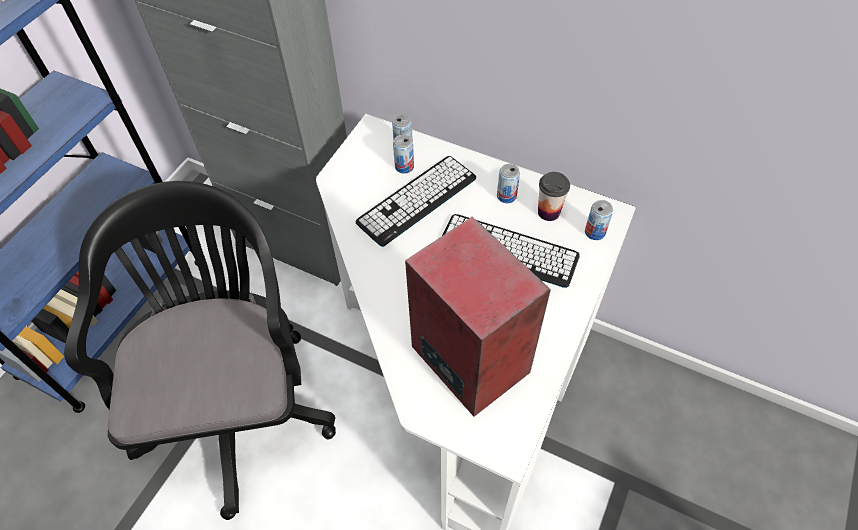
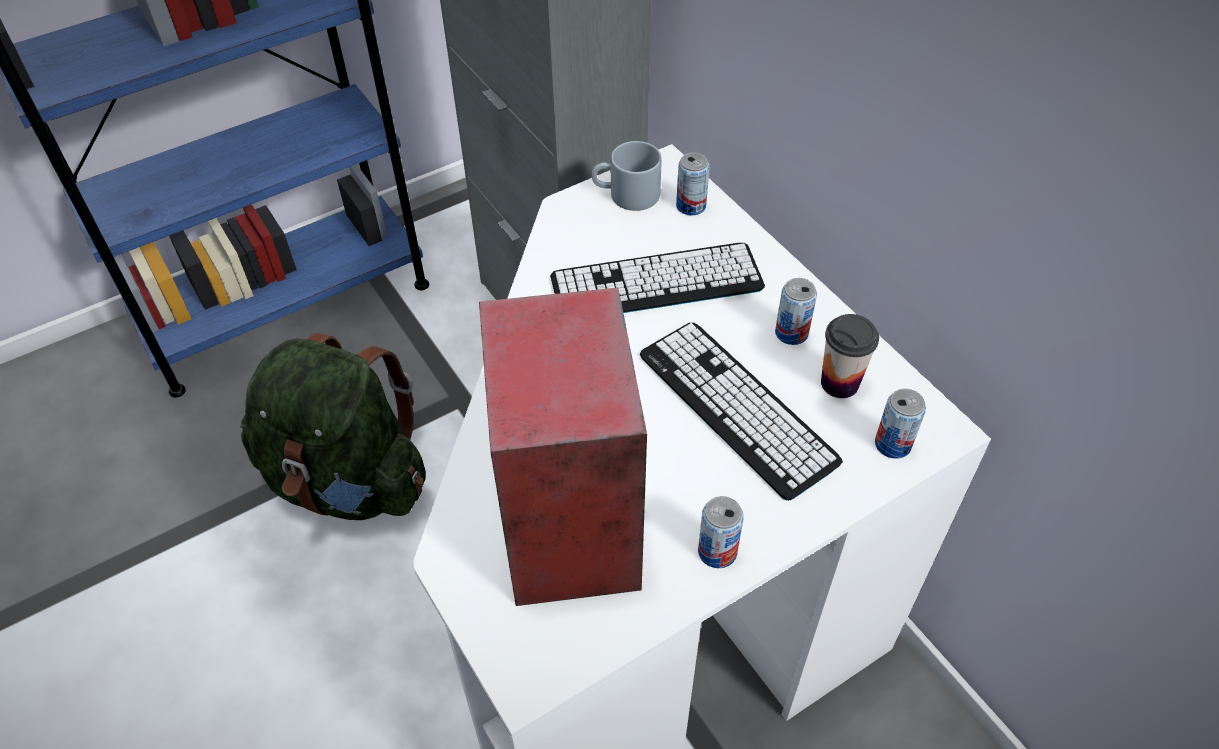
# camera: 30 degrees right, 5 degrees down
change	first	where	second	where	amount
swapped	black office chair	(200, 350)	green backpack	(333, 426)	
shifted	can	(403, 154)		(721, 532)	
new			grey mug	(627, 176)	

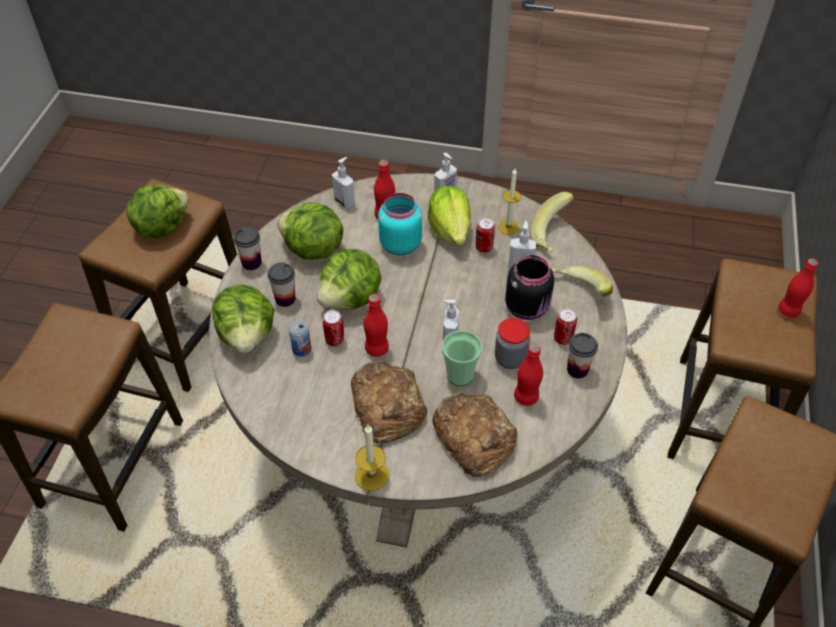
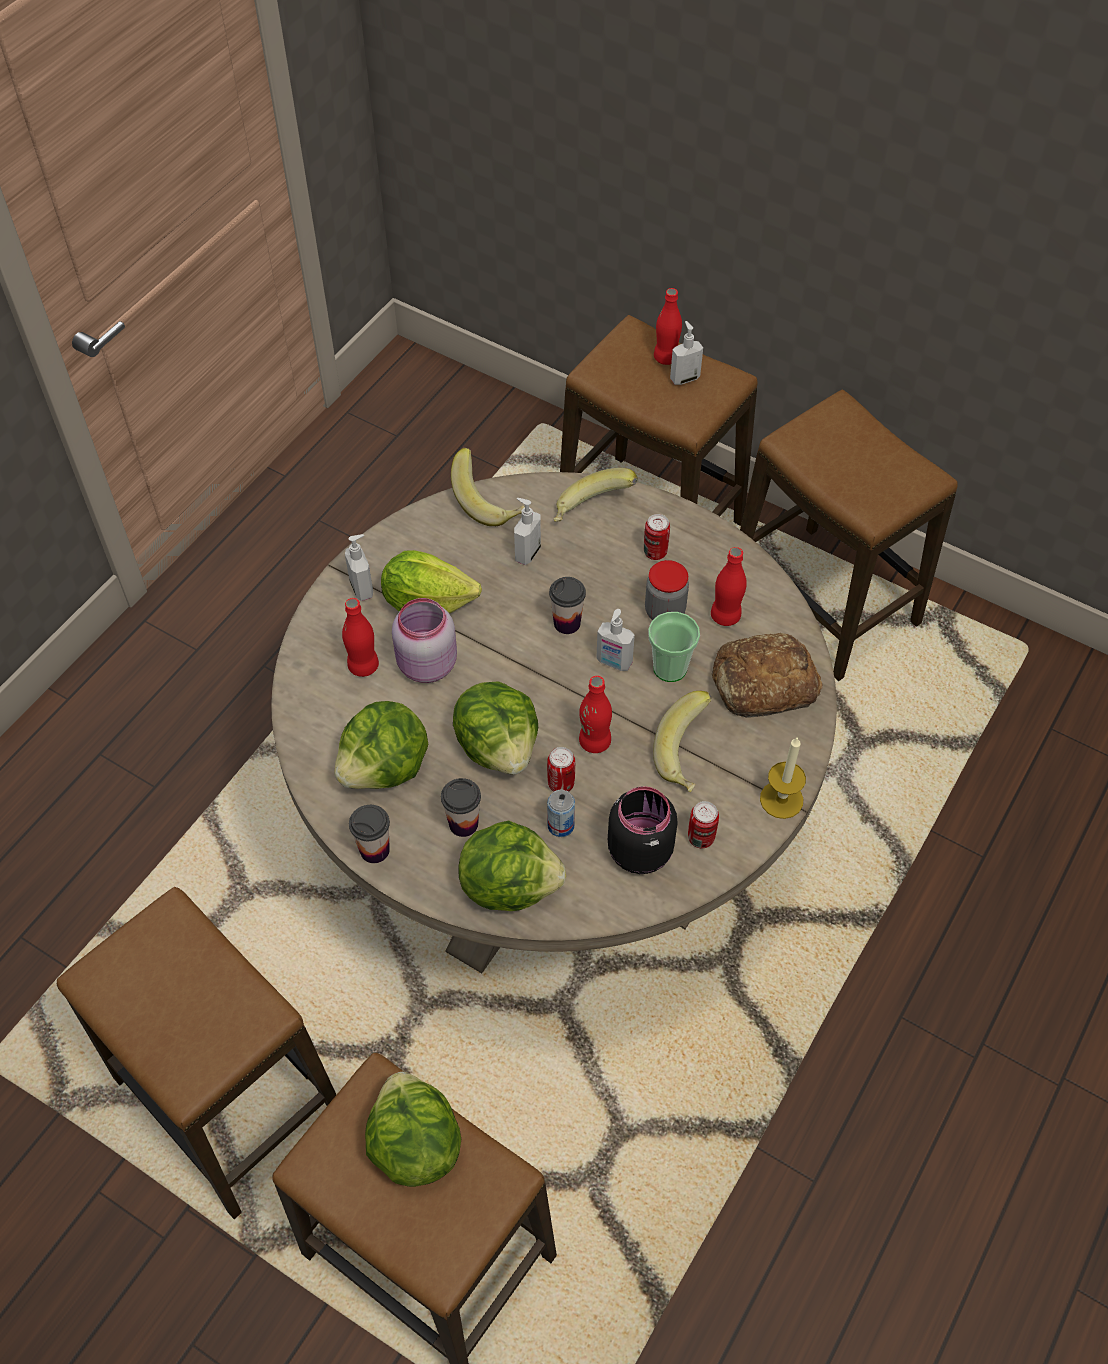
# camera: 70 degrees left, 5 degrees up
change	first	where	second	where	amount
shifted	lettuce	(157, 211)		(413, 1129)	
shifted	soap dispenser	(343, 183)		(686, 353)	
swapped	bread	(389, 402)	banana	(682, 741)	
repainted	turquoise jar	(400, 224)	pink jar	(424, 640)	
shifted	can	(485, 235)		(703, 824)	
gone	candle	(509, 202)			
shifted	black jar	(529, 287)		(643, 830)	
shifted	cup	(582, 355)		(567, 605)	

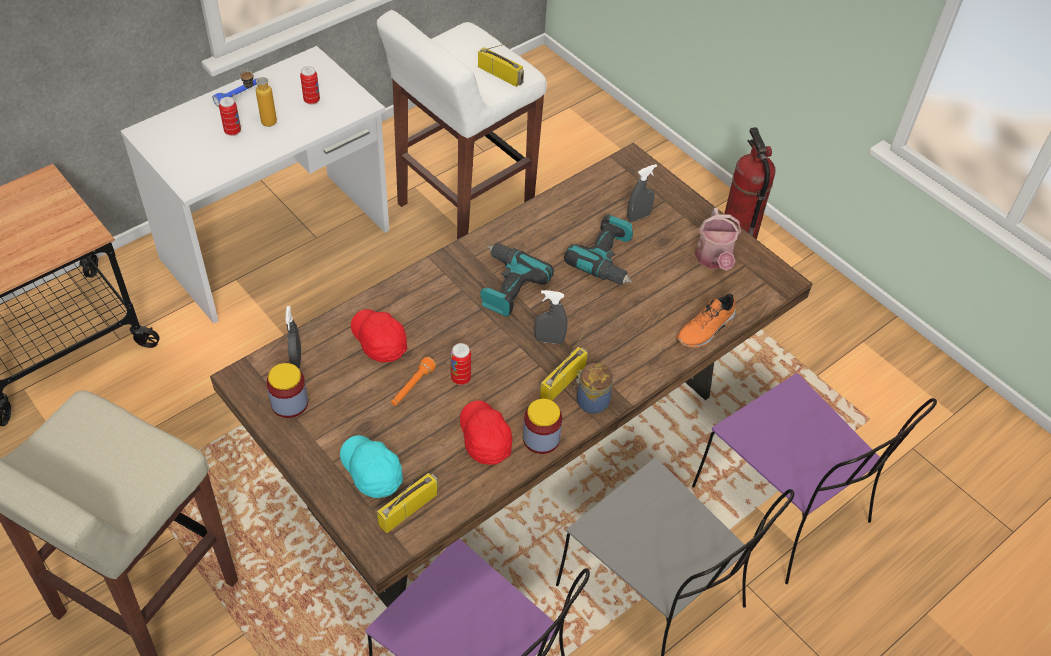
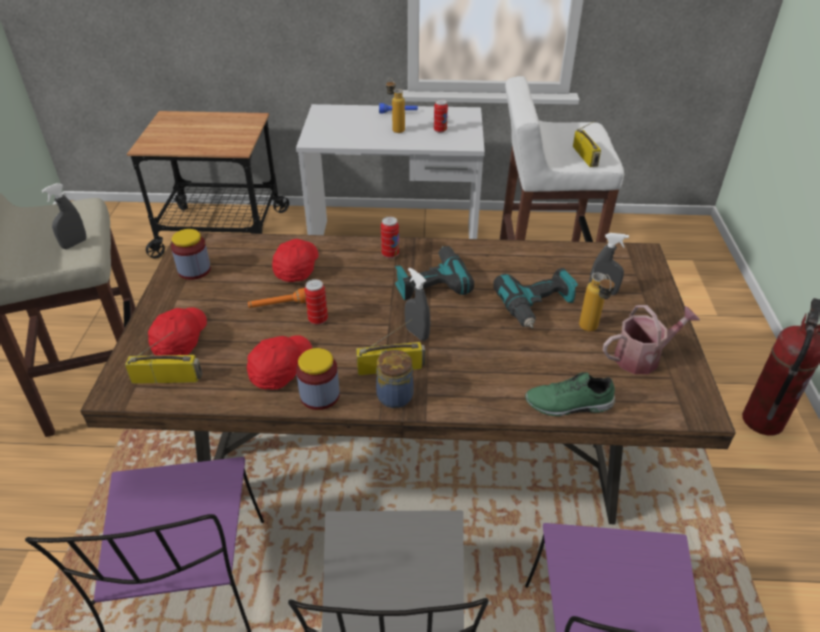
# camera: 45 degrees right, 10 degrees down
change	first	where	second	where	amount
shifted	can	(230, 116)		(390, 237)	
shifted	grey spray bottle	(293, 337)		(63, 216)	
repainted	turquoise cap	(371, 466)	red cap	(177, 331)	
repainted	orange shoe	(706, 321)	green shoe	(570, 394)	
rotated	watering can	(718, 239)		(651, 339)	150 degrees counterclockwise
new			bottle	(597, 302)	

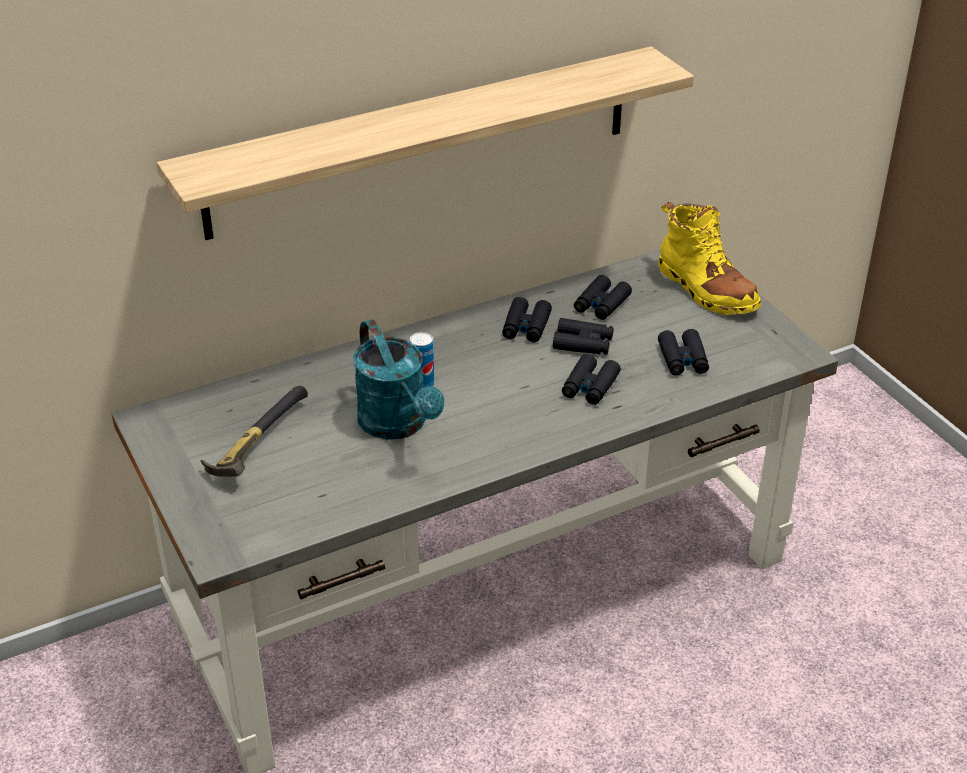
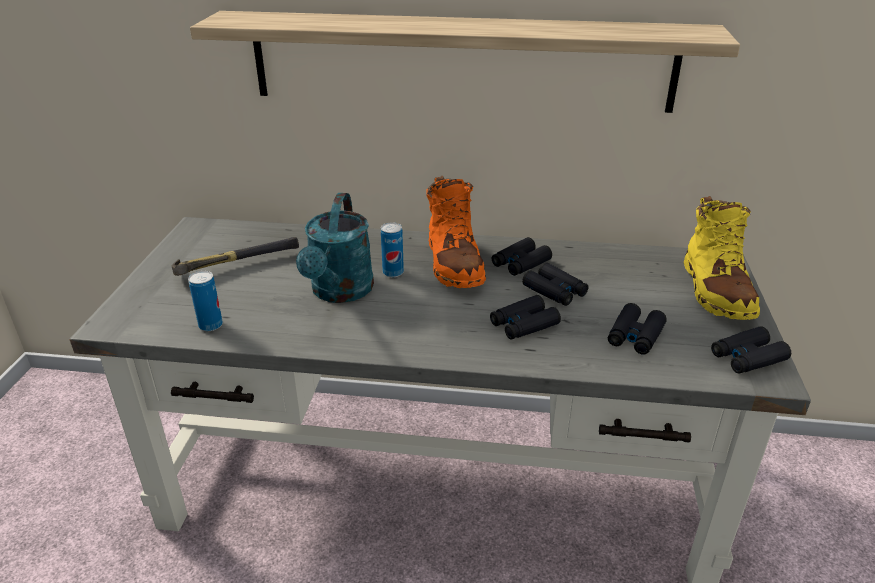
# camera: 35 degrees right, 5 degrees down
change	first	where	second	where	amount
shifted	black binoculars	(603, 297)		(751, 349)	
new			can	(205, 301)	
new			orange boot	(456, 232)	

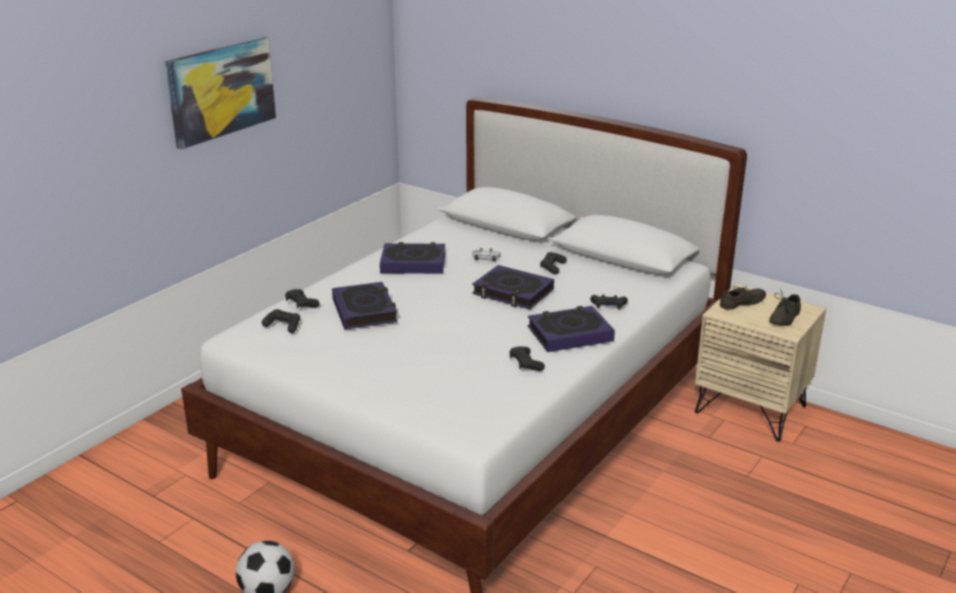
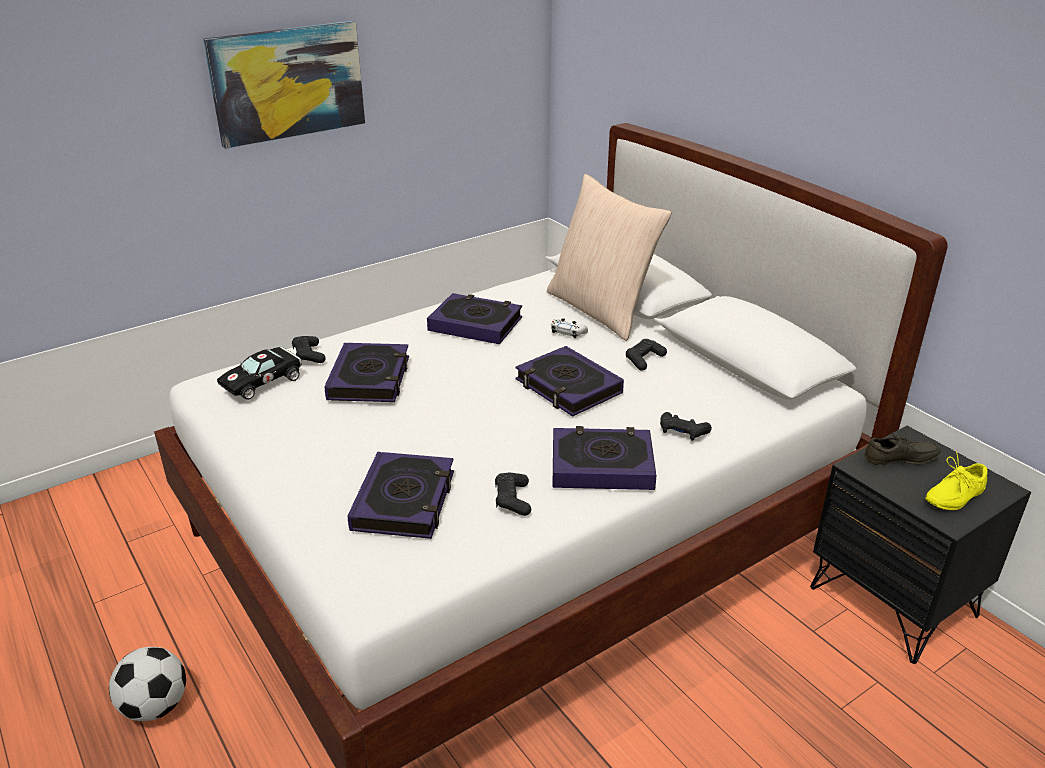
# camera: 20 degrees right, 5 degrees up
change	first	where	second	where	amount
swapped	black game controller	(281, 321)	black toy car	(259, 373)	
repainted	beige nightstand	(760, 362)	black nightstand	(920, 545)	
repainted	grey shoe	(785, 307)	yellow shoe	(956, 481)	
new			book	(401, 495)	
new			beige pillow	(609, 257)	

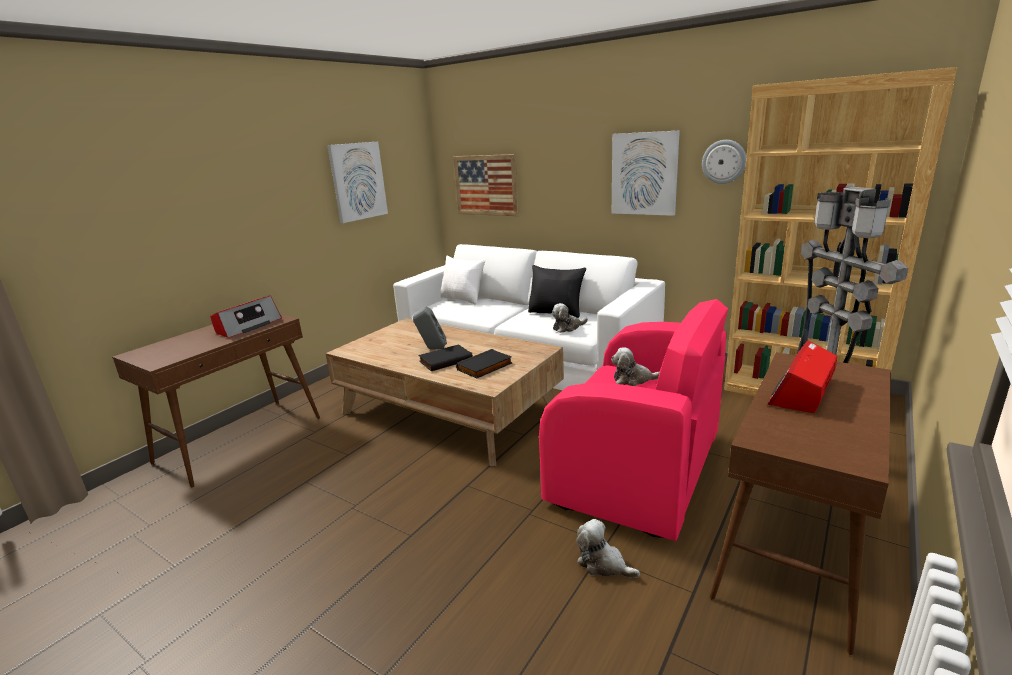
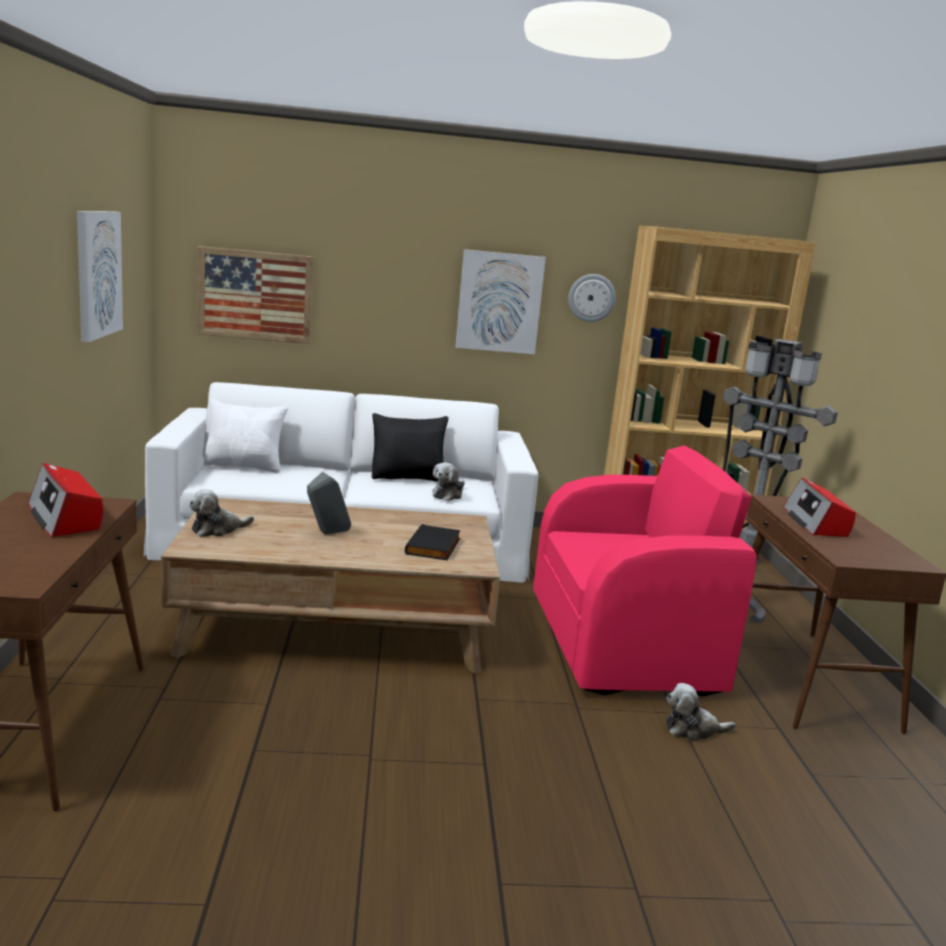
# camera: 40 degrees left, 5 degrees down
change	first	where	second	where	amount
rotated	radio	(246, 316)		(65, 500)	150 degrees clockwise
gone	black book	(445, 357)			
shifted	plush toy	(635, 366)		(221, 513)	

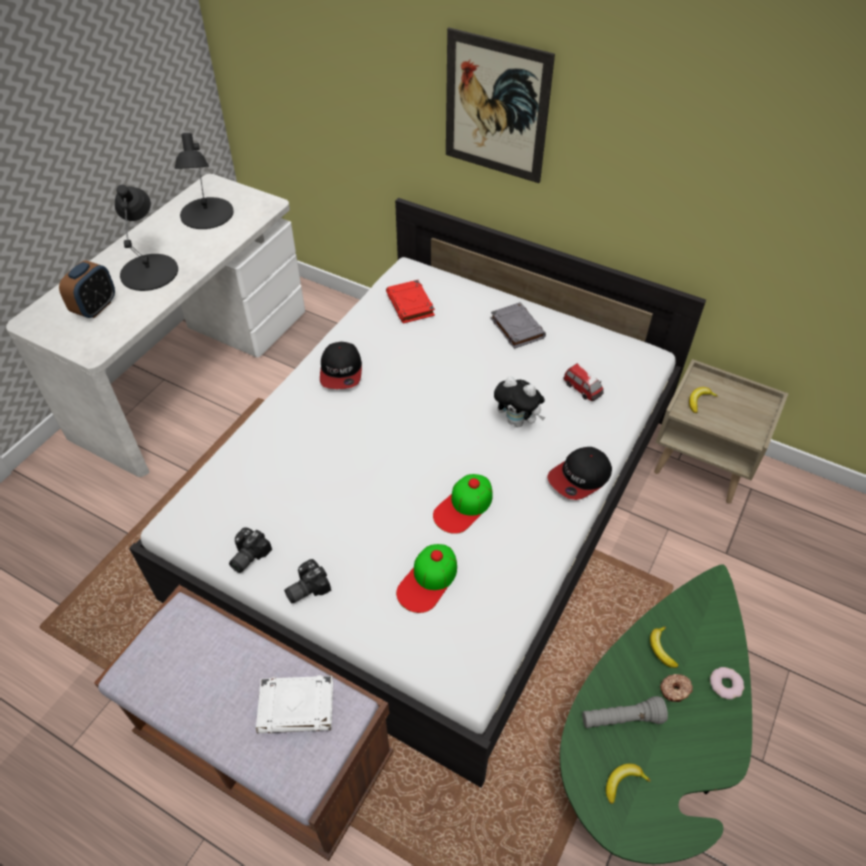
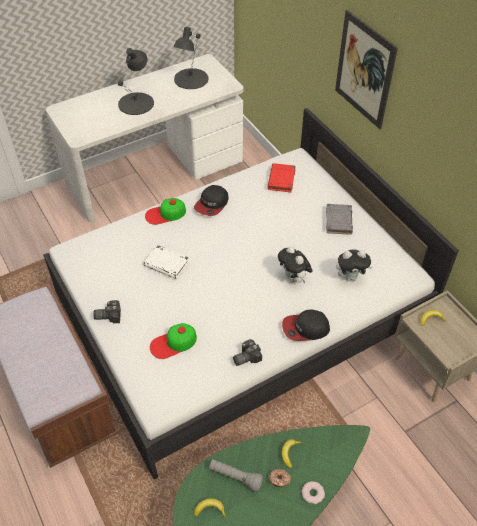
# camera: 30 degrees right, 0 degrees up
change	first	where	second	where	amount
gone	alarm clock	(87, 289)			
shifted	photo camera	(250, 550)		(247, 352)	
shifted	white book	(294, 704)		(167, 262)	
shifted	cap	(463, 504)		(165, 211)	
swapped	toy car	(583, 382)	plush toy	(354, 265)	

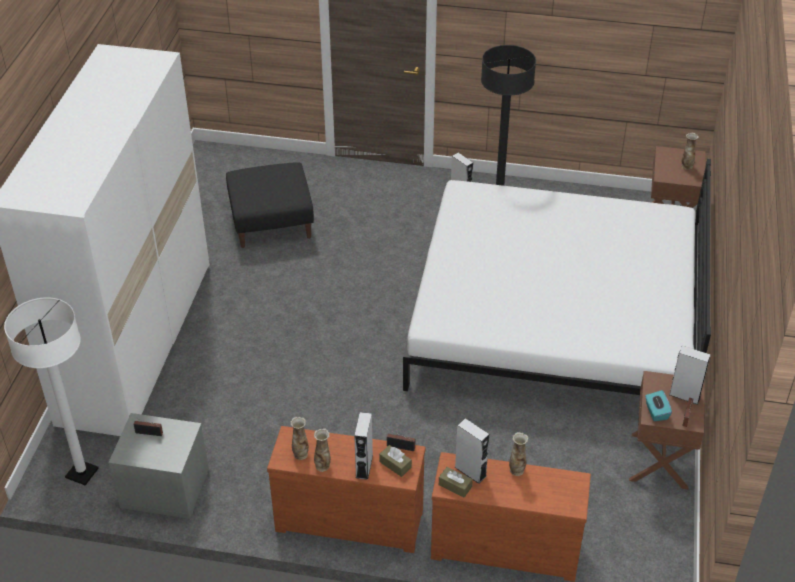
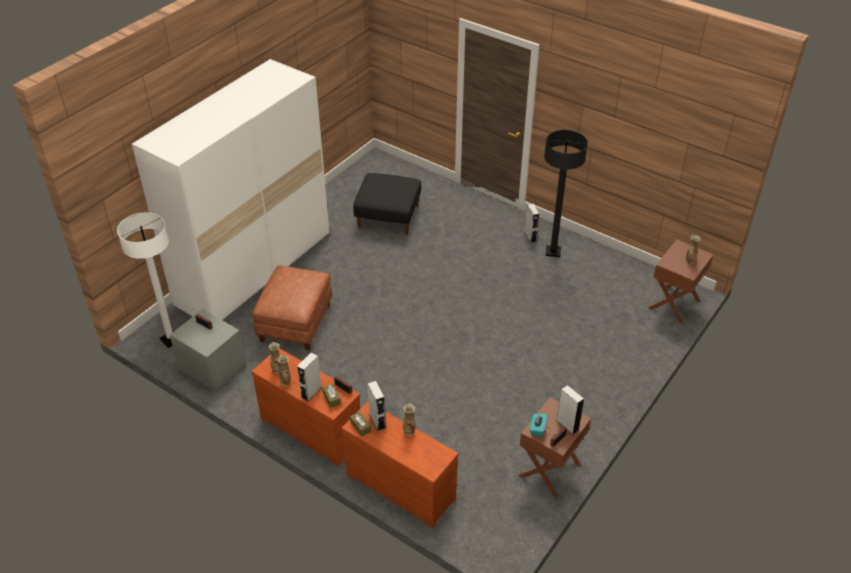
# camera: 25 degrees right, 0 degrees up
change	first	where	second	where	amount
gone	white bed	(557, 277)			
new			brown ottoman	(292, 307)	

